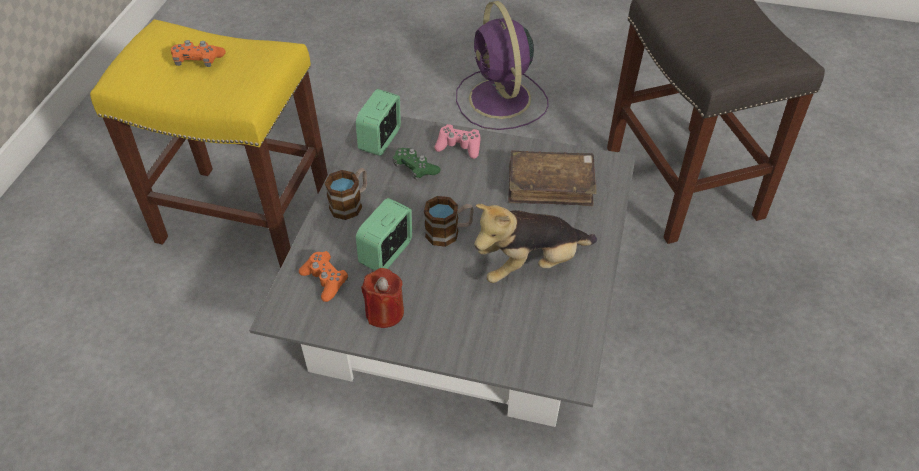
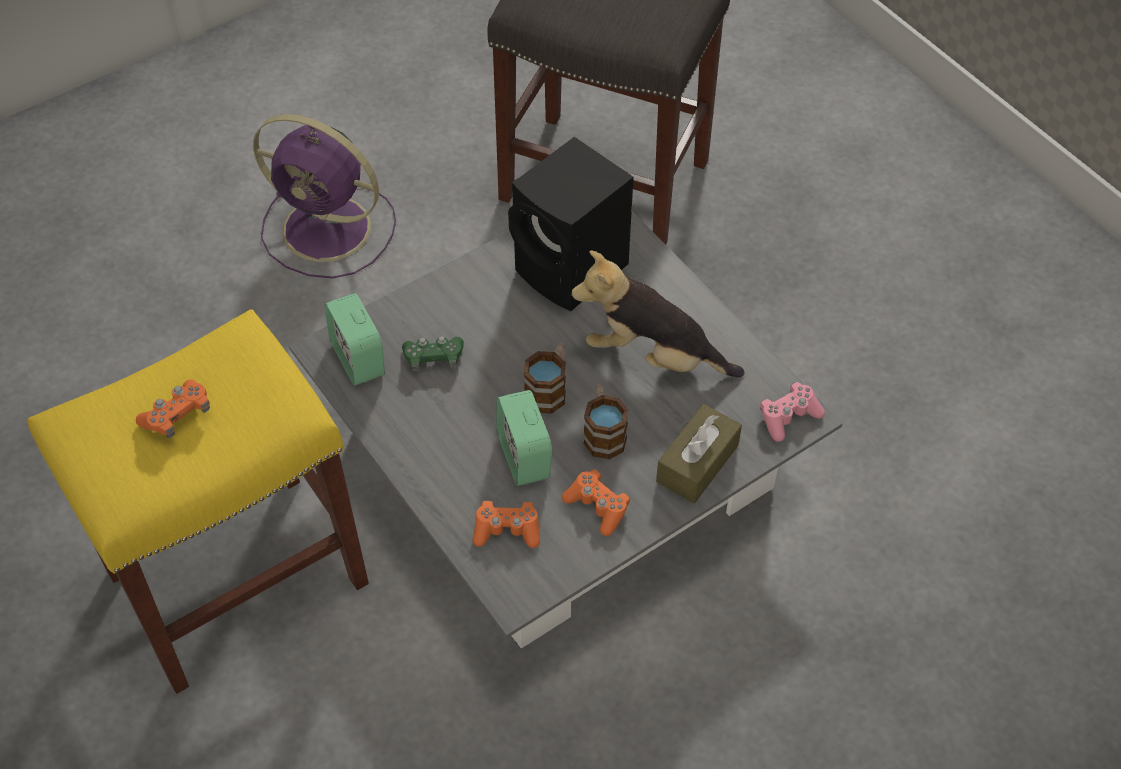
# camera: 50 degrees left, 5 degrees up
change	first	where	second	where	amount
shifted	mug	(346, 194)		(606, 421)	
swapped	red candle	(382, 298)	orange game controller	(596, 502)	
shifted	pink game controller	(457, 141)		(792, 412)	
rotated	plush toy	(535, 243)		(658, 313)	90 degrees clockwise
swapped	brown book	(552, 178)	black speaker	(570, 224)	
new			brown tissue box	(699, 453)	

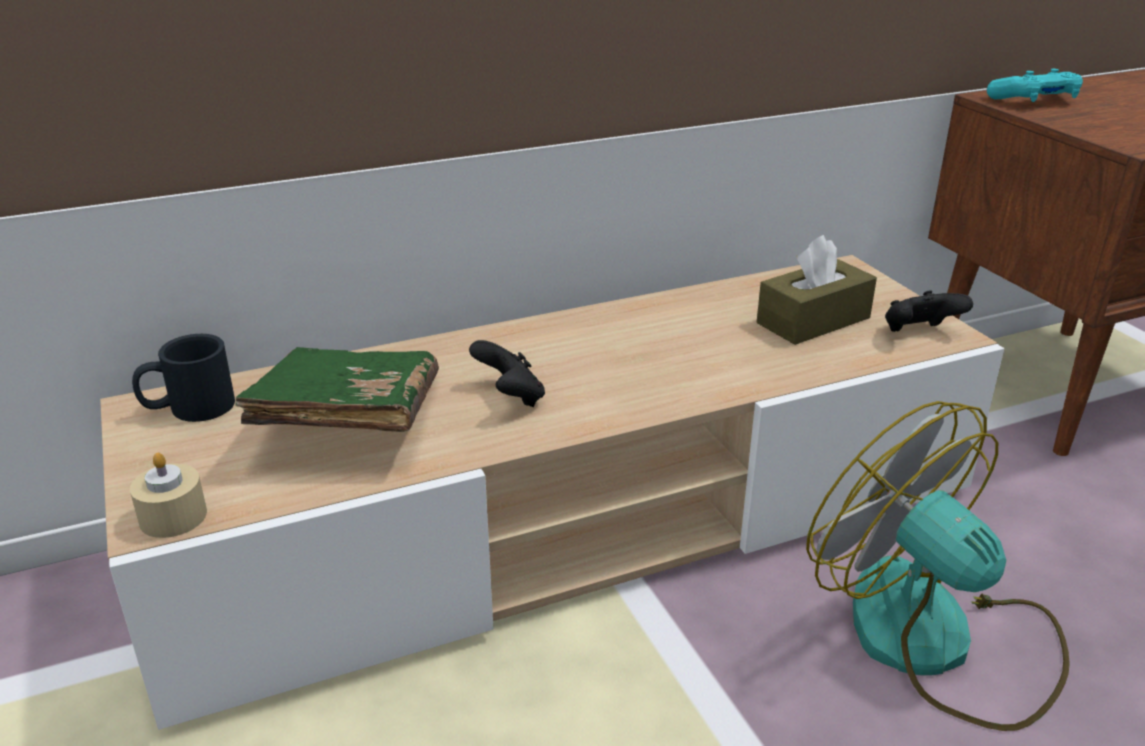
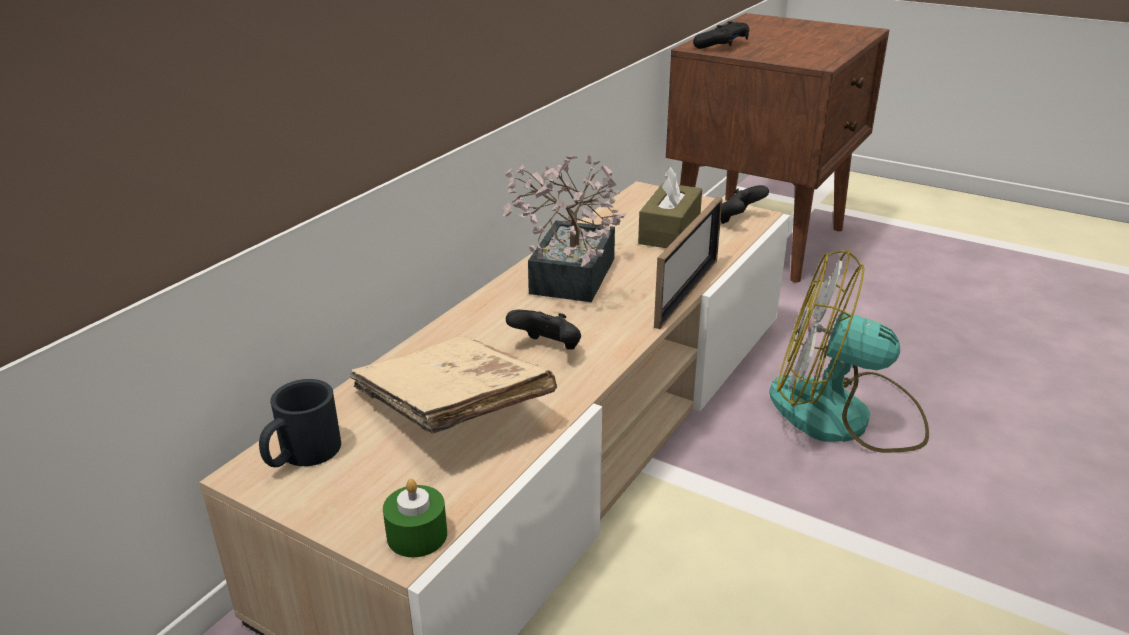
# camera: 35 degrees left, 0 degrees up
change	first	where	second	where	amount
repainted	beige candle	(168, 495)	green candle	(415, 518)	
repainted	green book	(337, 389)	beige book	(453, 385)	
repainted	turquoise game controller	(1035, 85)	black game controller	(721, 35)	
new			potted plant	(564, 228)	
new			picture frame	(688, 263)	

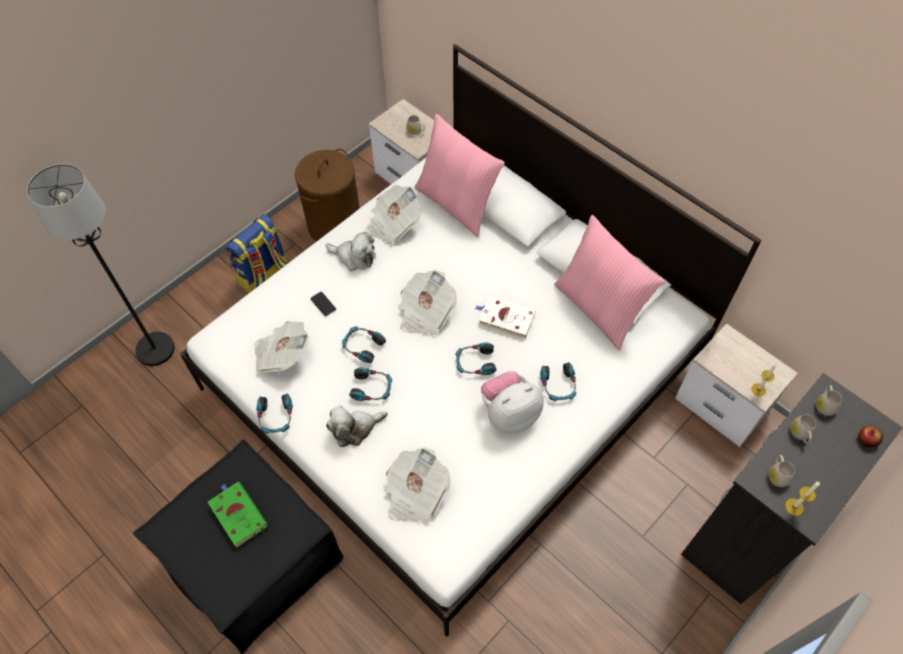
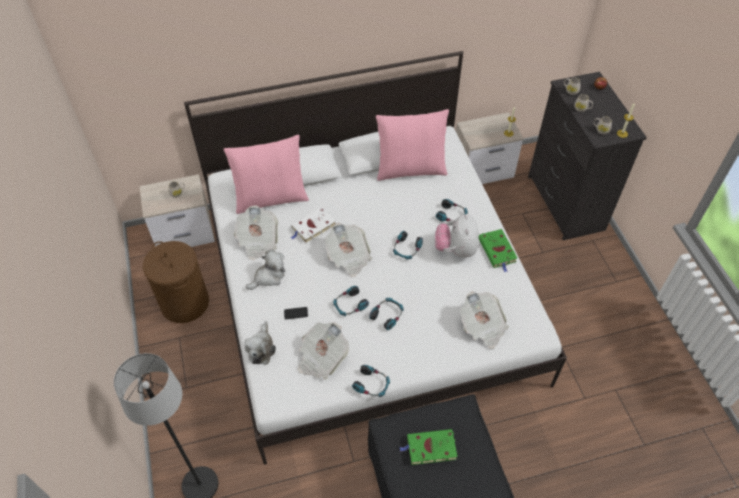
# camera: 60 degrees left, 5 degrees down
change	first	where	second	where	amount
gone	backpack	(256, 253)			
shifted	plush toy	(357, 426)		(260, 343)	
shifted	white book	(505, 317)		(313, 225)	
new			green book	(498, 250)	

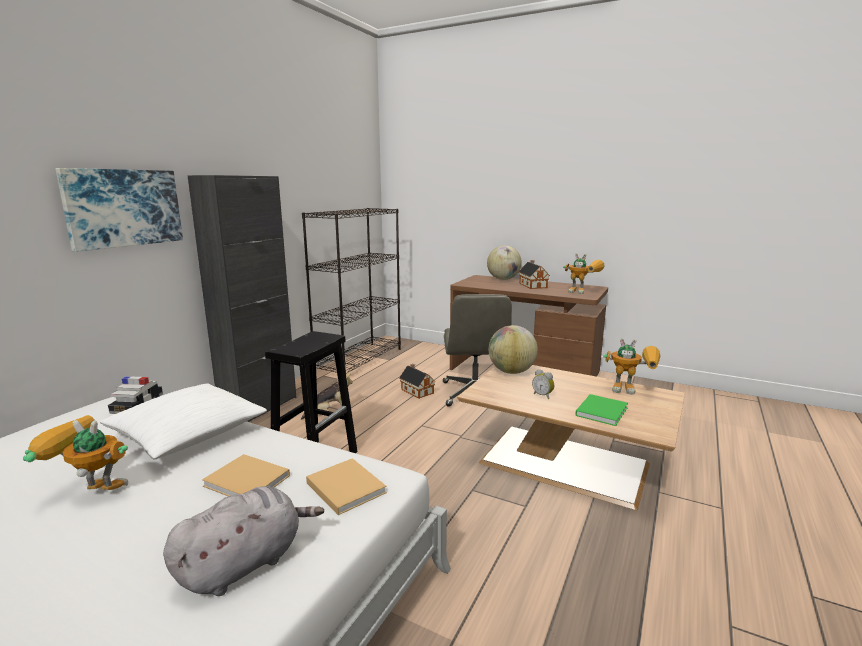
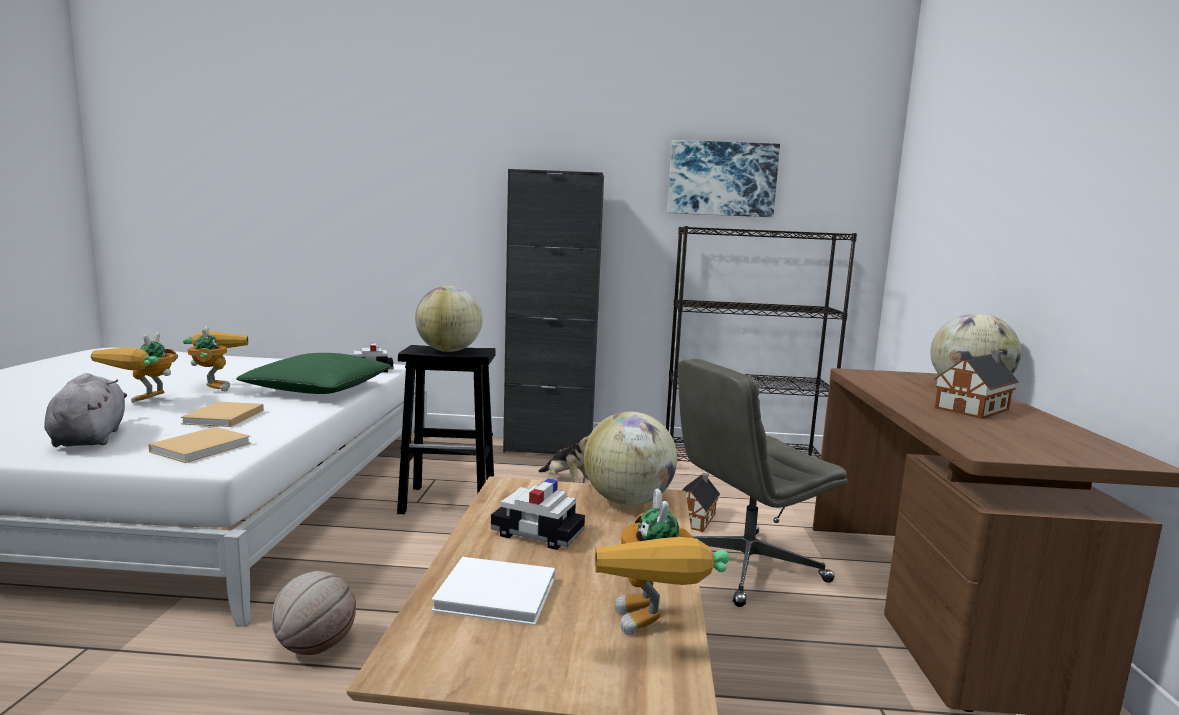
# camera: 65 degrees right, 5 degrees down
change	first	where	second	where	amount
shifted	picture	(119, 210)		(723, 178)	
repainted	white pillow	(183, 421)	green pillow	(313, 373)	
rotated	grey plush toy	(243, 541)		(85, 410)	135 degrees counterclockwise
swapped	alarm clock	(543, 384)	toy car	(538, 514)	
shifted	toy robot	(584, 273)		(134, 367)	
repainted	green book	(601, 410)	white book	(493, 591)	
new			basketball	(313, 613)	
new			globe	(448, 319)	

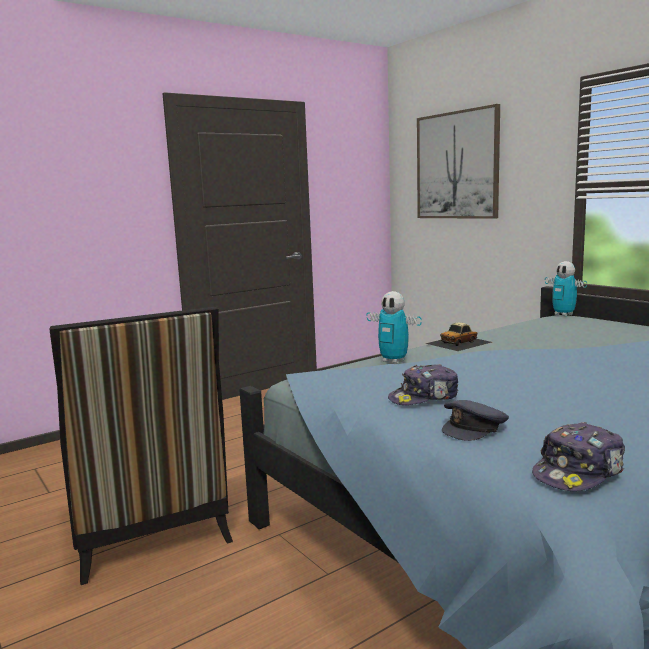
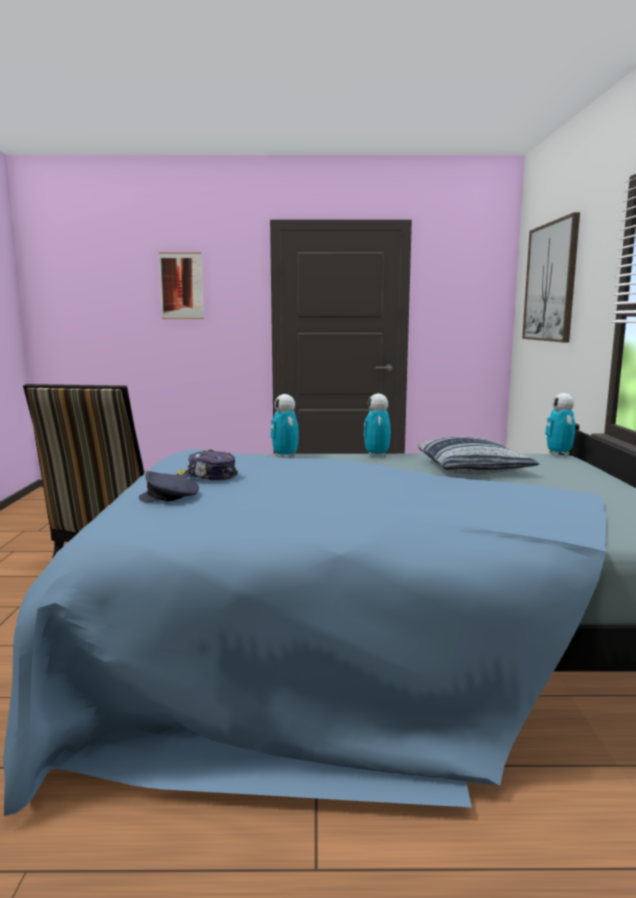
# camera: 35 degrees right, 0 degrees up
change	first	where	second	where	amount
swapped	toy car	(458, 337)	toy robot	(377, 425)	
gone	cap	(578, 456)			
new			picture	(181, 285)	
new			pillow	(478, 455)	

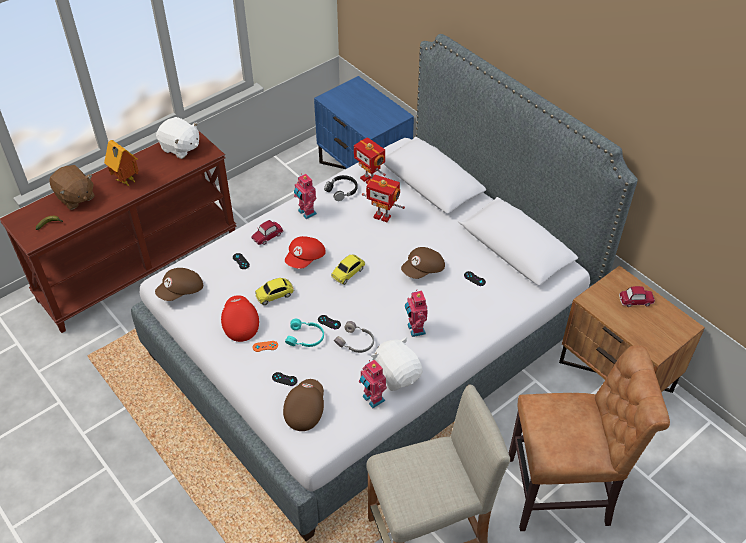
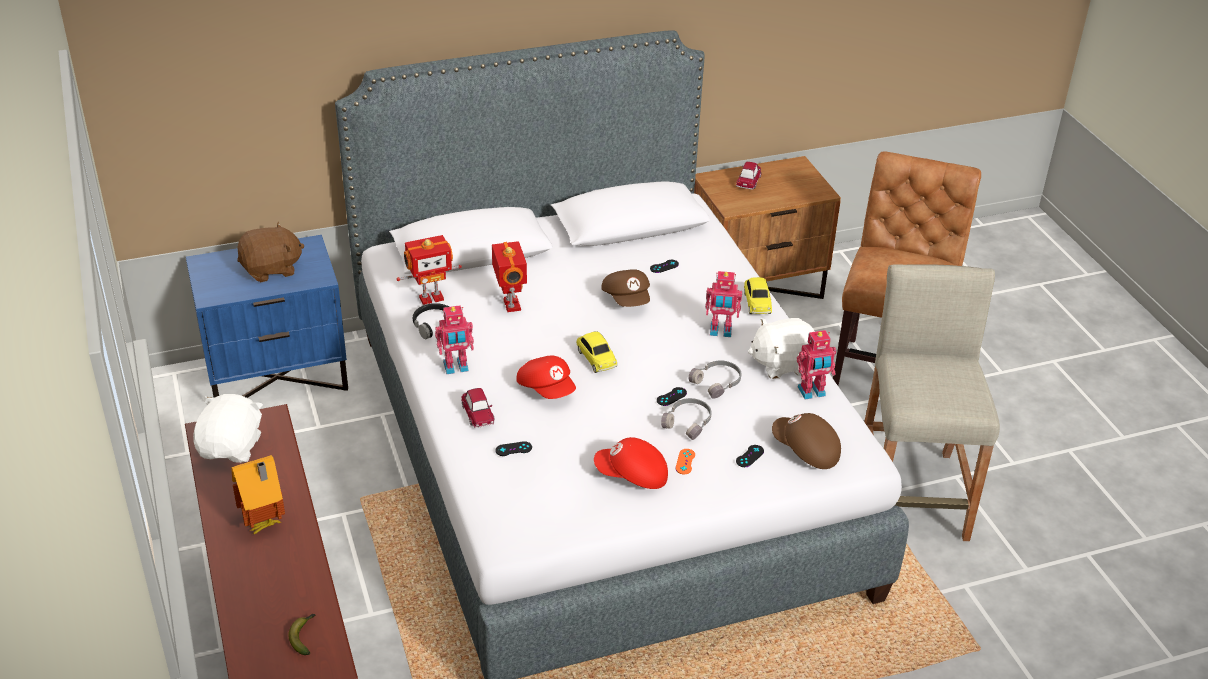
# camera: 70 degrees left, 10 degrees down
change	first	where	second	where	amount
shifted	brown plush toy	(72, 187)		(270, 252)	
gone	brown cap	(179, 284)			
rotated	white plush toy	(177, 138)		(228, 428)	45 degrees counterclockwise
shifted	toy car	(274, 291)		(758, 295)	
repainted	turquoise headphones	(304, 333)	grey headphones	(686, 419)	
rotated	toy robot	(383, 198)		(509, 276)	60 degrees counterclockwise

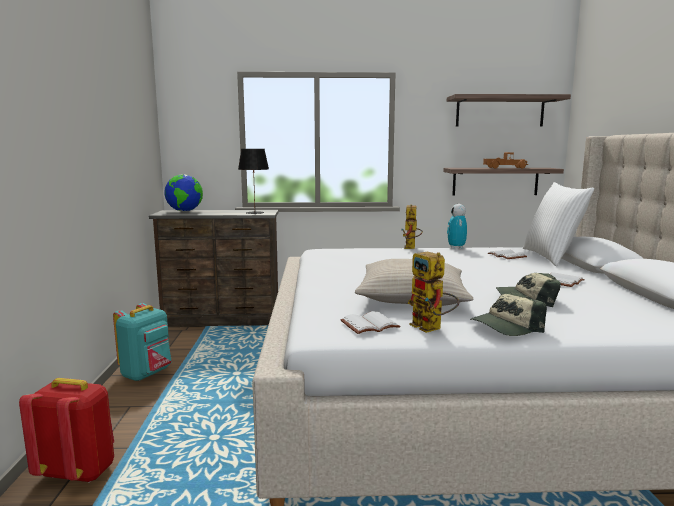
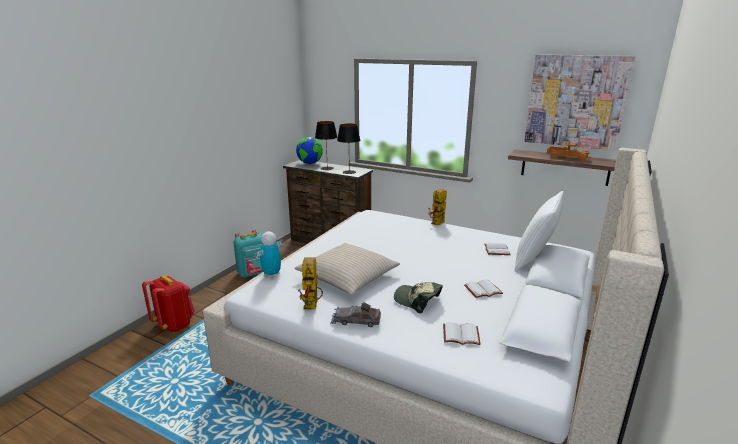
# camera: 30 degrees right, 10 degrees up
change	first	where	second	where	amount
shifted	white book	(370, 322)		(462, 333)	
swapped	shelf	(509, 110)	picture	(580, 102)	
shifted	toy robot	(457, 226)		(269, 254)	
swapped	cap	(508, 314)	grey toy car	(355, 314)	
new			black table lamp	(326, 145)	

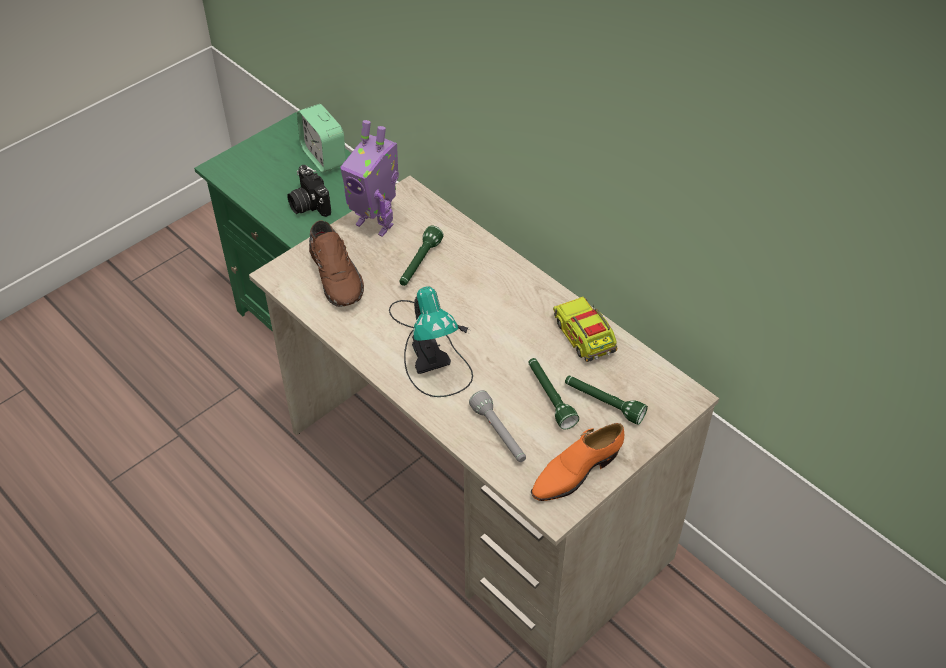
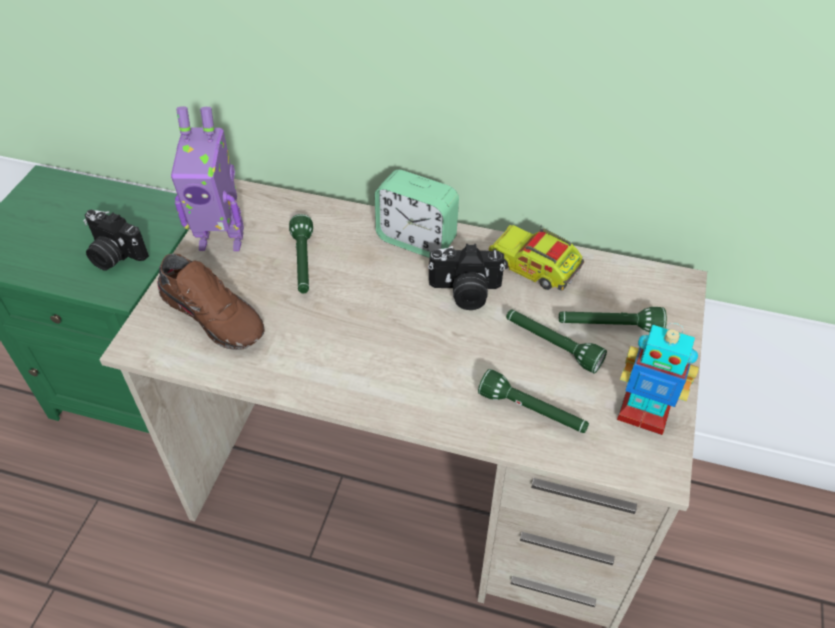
# camera: 30 degrees left, 0 degrees up
change	first	where	second	where	amount
shifted	alarm clock	(321, 138)		(417, 214)	
gone	table lamp	(431, 341)			
repainted	grey flashlight	(497, 426)	green flashlight	(533, 401)	
swapped	orange shoe	(577, 462)	toy robot	(658, 379)	
new			photo camera	(466, 277)	

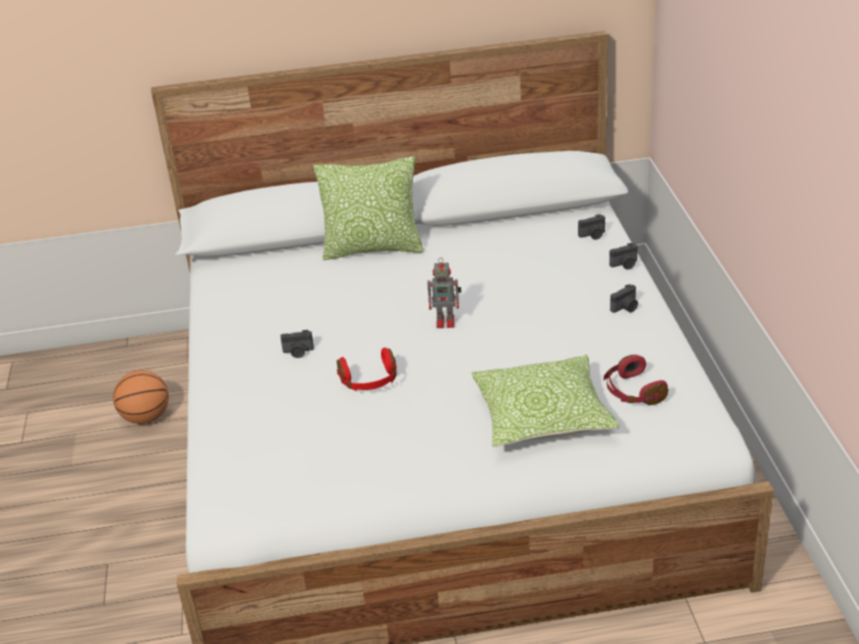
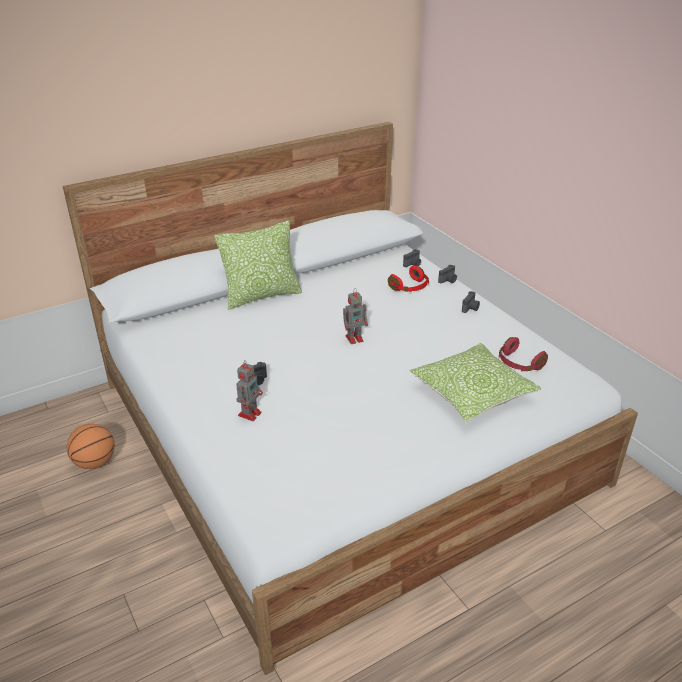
# camera: 25 degrees left, 0 degrees up
change	first	where	second	where	amount
shifted	red headphones	(367, 369)		(408, 279)	
new			toy robot	(249, 390)	

